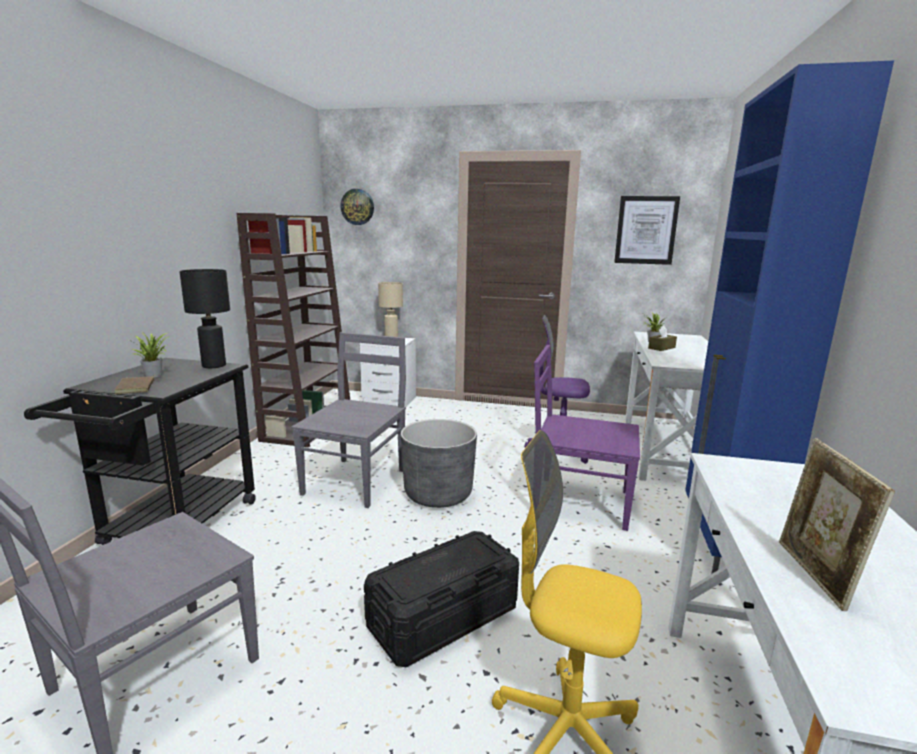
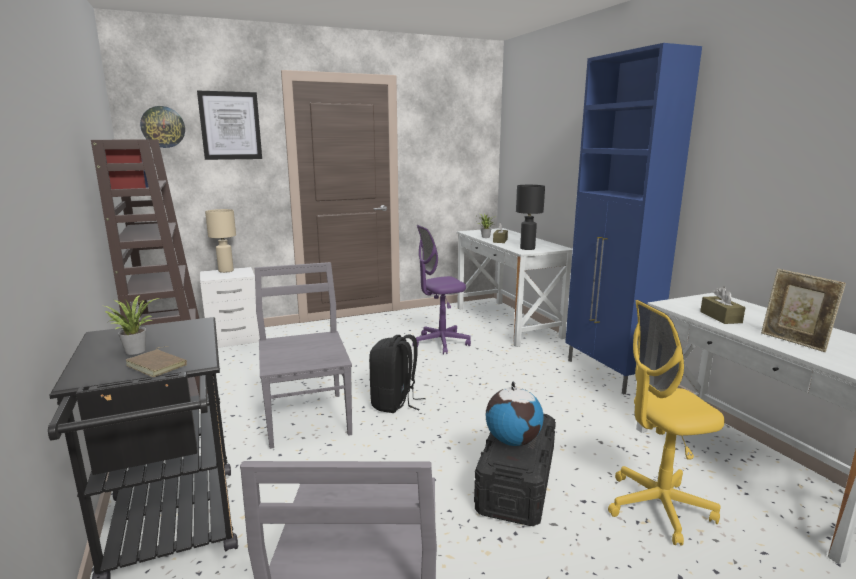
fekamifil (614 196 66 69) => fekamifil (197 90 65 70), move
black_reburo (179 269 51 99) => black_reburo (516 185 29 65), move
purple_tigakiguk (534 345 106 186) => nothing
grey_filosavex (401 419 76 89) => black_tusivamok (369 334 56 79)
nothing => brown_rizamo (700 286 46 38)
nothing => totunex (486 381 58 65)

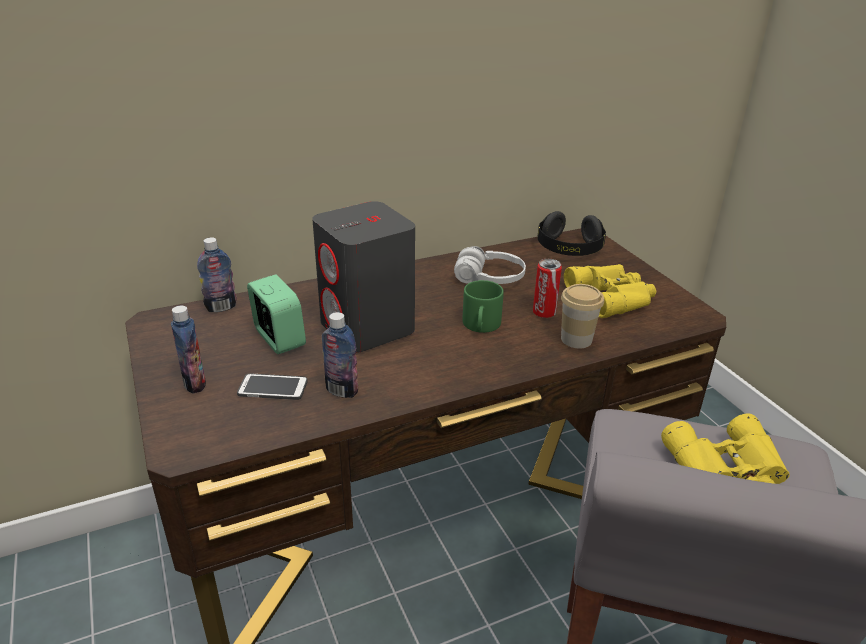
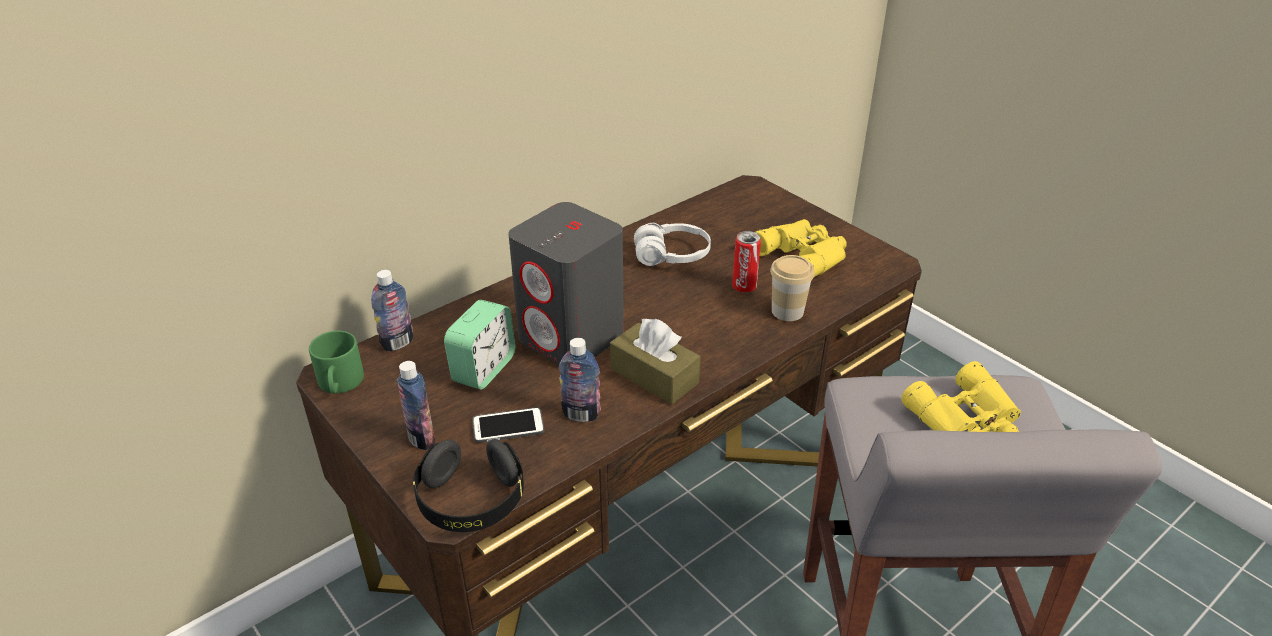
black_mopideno (537 211 69 45) => black_mopideno (413 439 111 93), move
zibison (247 274 59 80) => zibison (444 300 72 89), 75 degrees clockwise
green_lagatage (462 280 42 53) => green_lagatage (309 331 55 63), move
nothing => brown_rizamo (610 319 91 86)

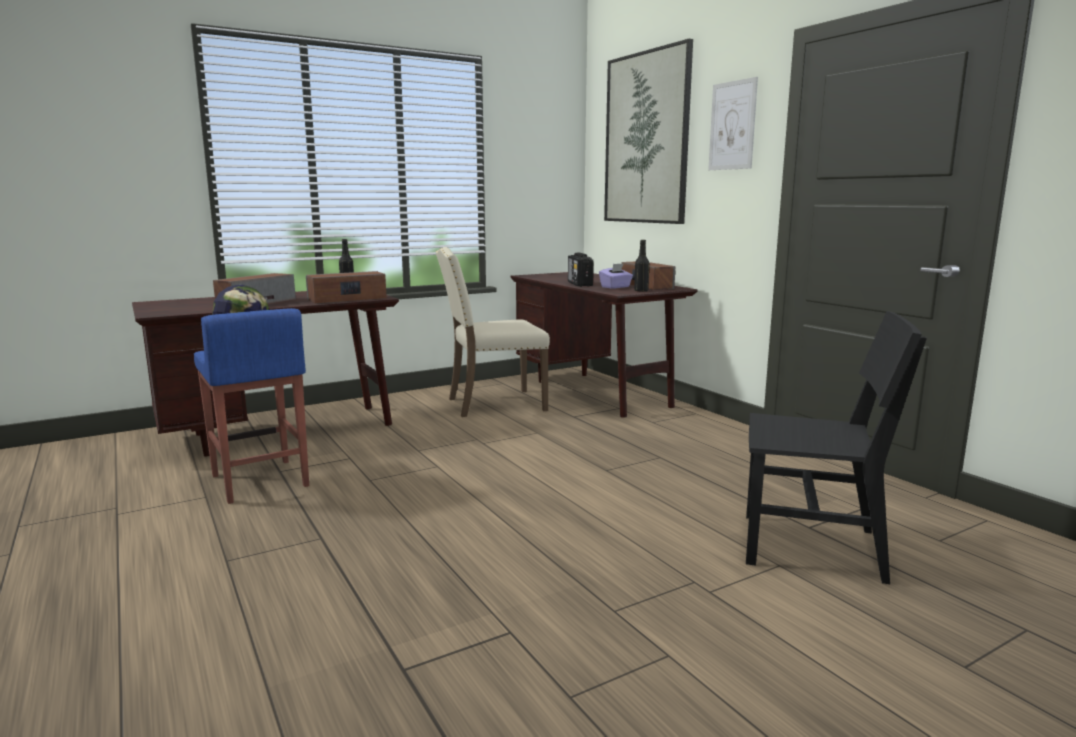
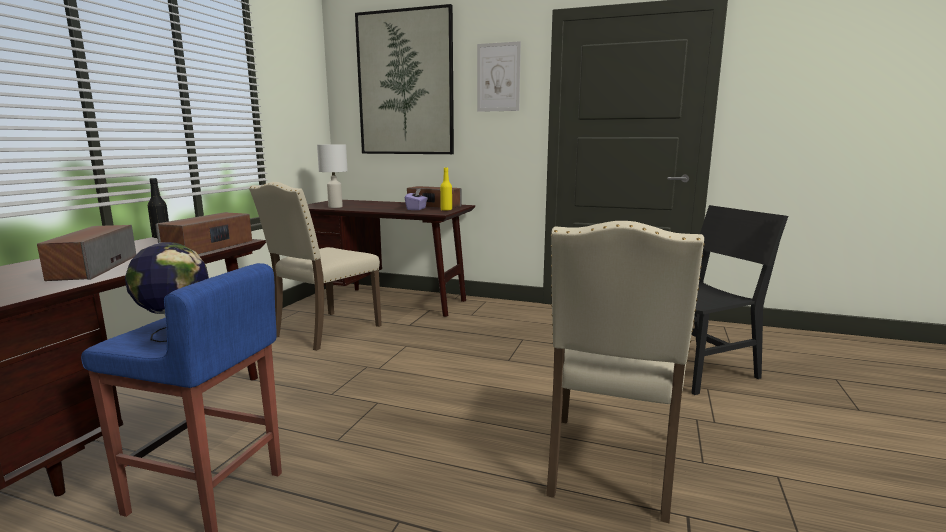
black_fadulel (634 240 15 52) => yellow_fadulel (440 167 12 44)
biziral (568 252 25 35) => nothing
nothing => white_reburo (317 144 31 64)
nothing => beige_tigakiguk (546 221 159 302)

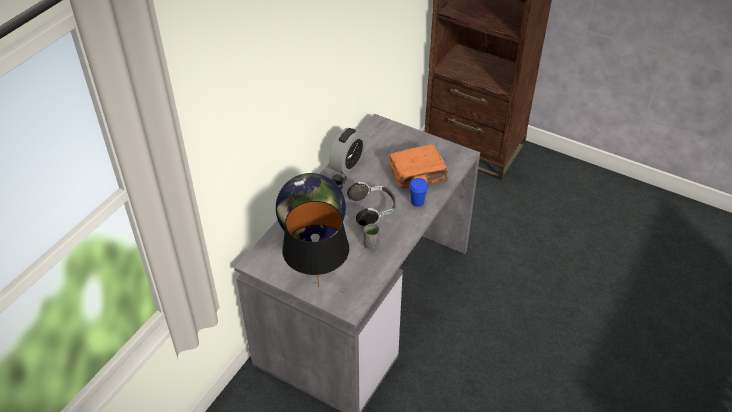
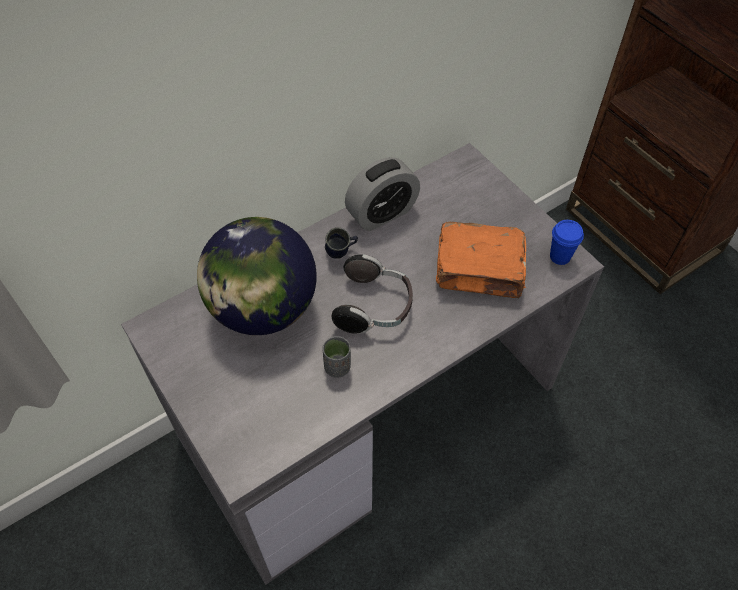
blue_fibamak (409 178 19 29) => blue_fibamak (550 220 34 45), move
black_reburo (282 201 67 87) => nothing

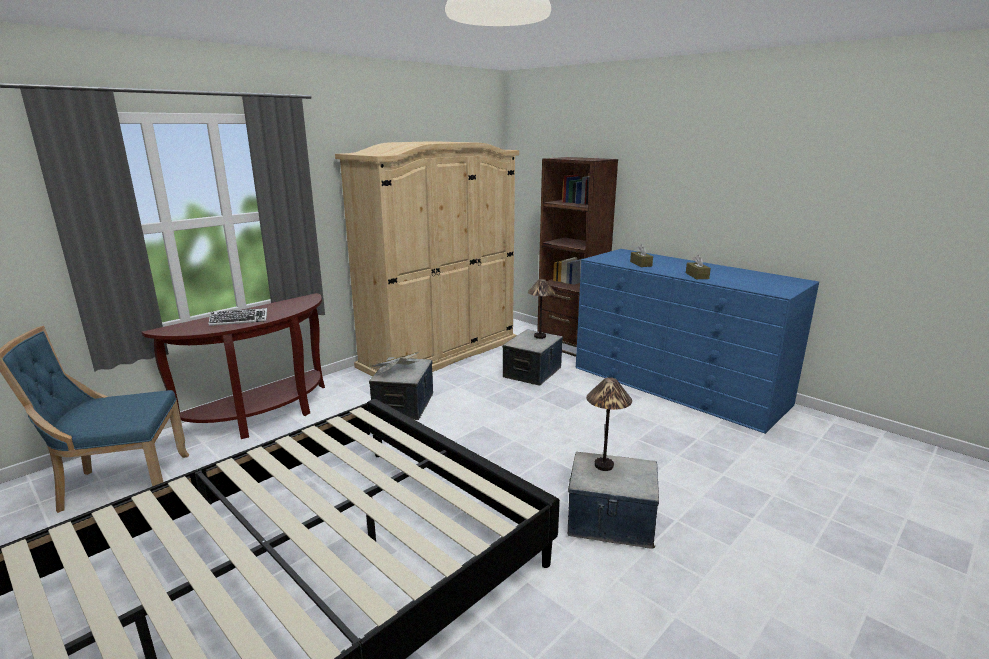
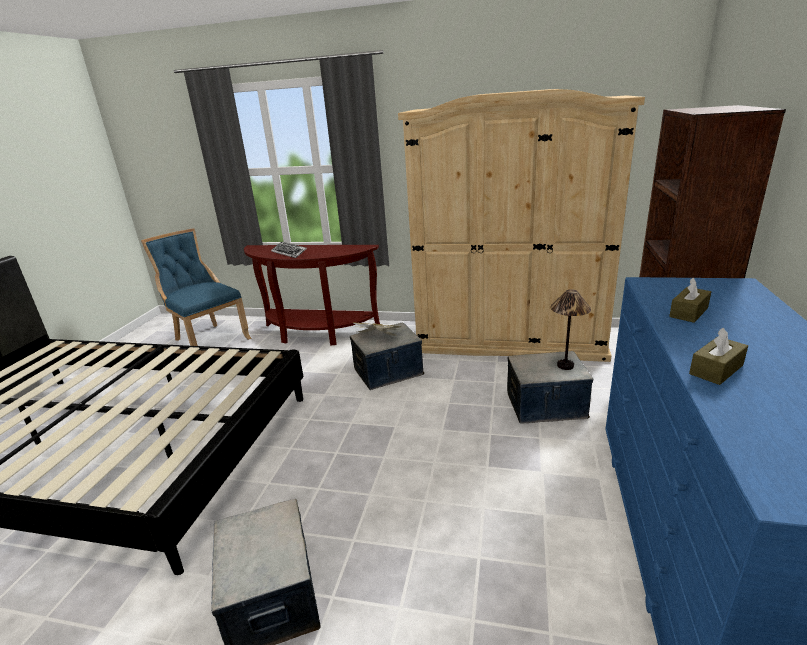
reburo (586 377 46 94) => nothing

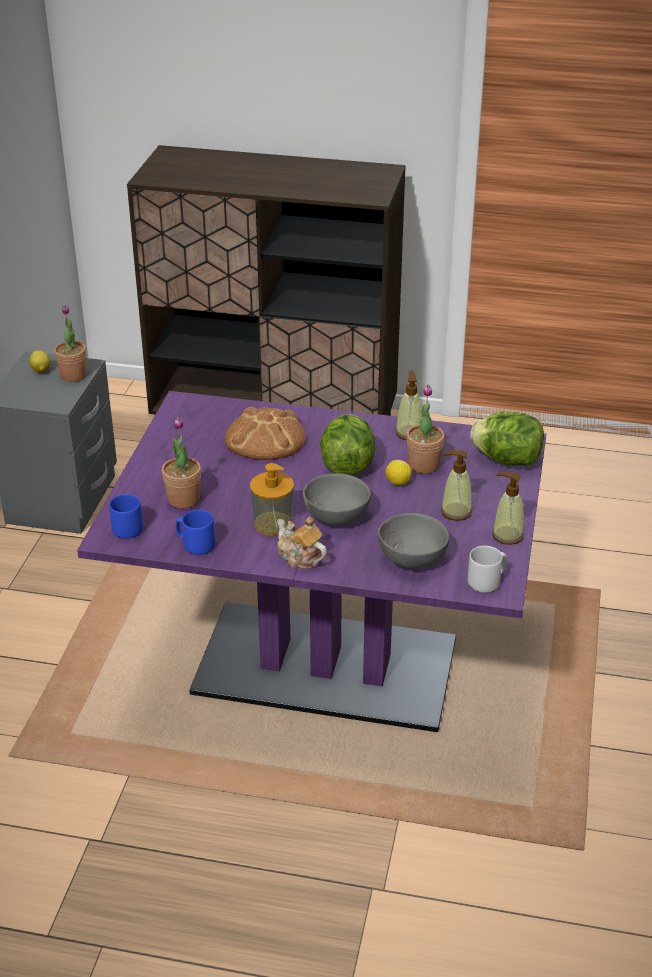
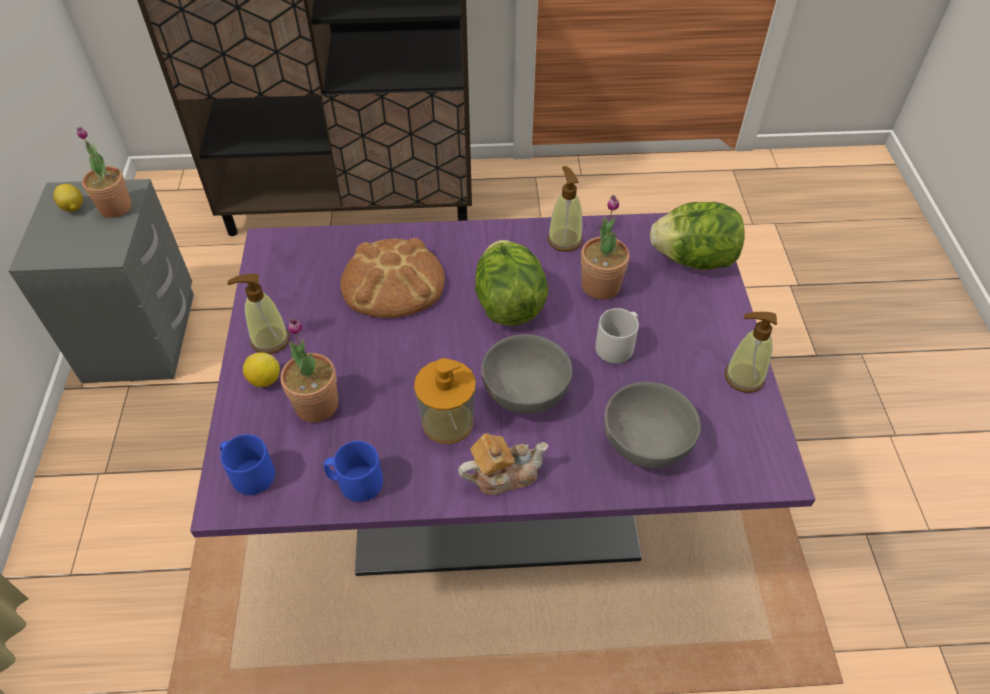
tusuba (441 450 31 71) => tusuba (228 274 62 80), move
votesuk (385 460 27 26) => votesuk (243 352 37 35), move
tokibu (277 517 50 52) => tokibu (458 434 90 61), 135 degrees clockwise
grey_lagatage (468 546 39 47) => grey_lagatage (595 308 44 56), move

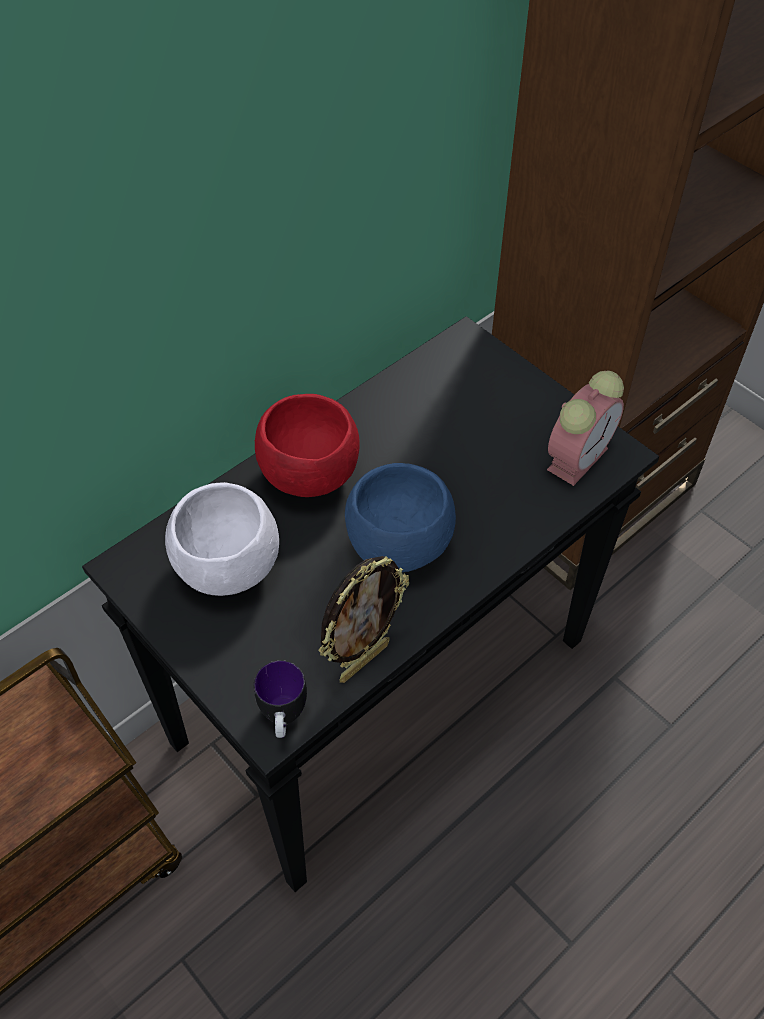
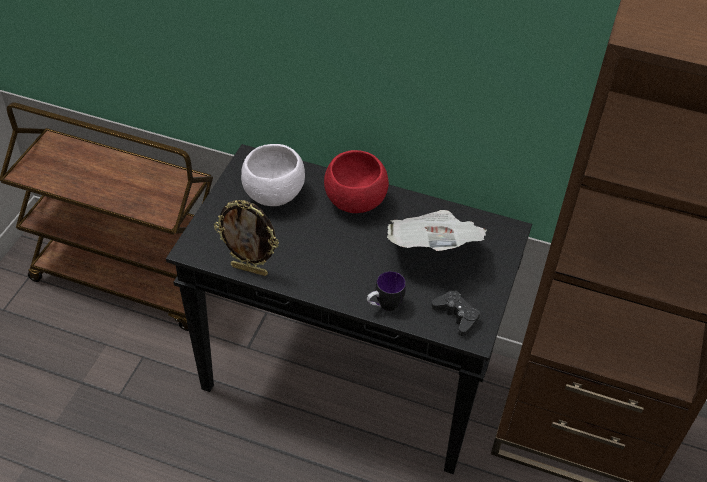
zibison (547 371 77 115) => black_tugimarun (431 291 49 45)
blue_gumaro (345 463 111 109) => nothing
lagatage (254 660 53 78) => lagatage (367 271 39 40), move
nothing => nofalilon (387 210 100 41)

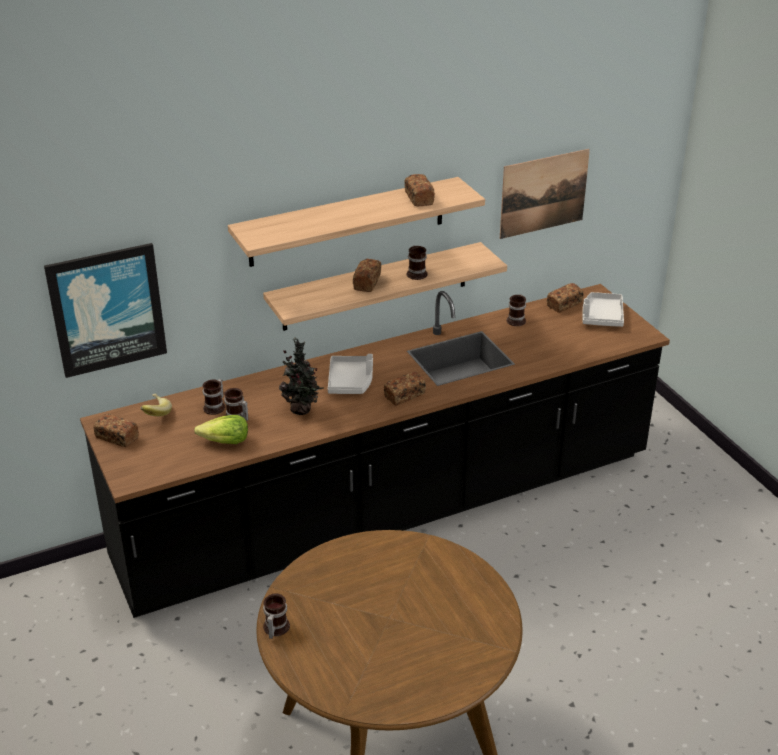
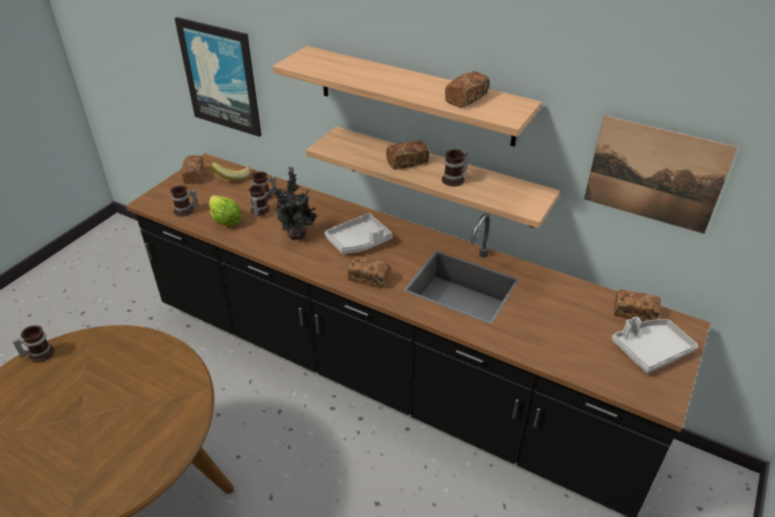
lagatage (506 294 20 32) => lagatage (170 186 29 31), move

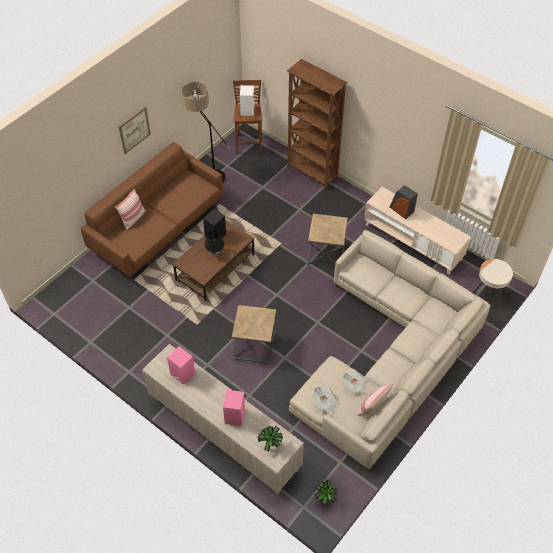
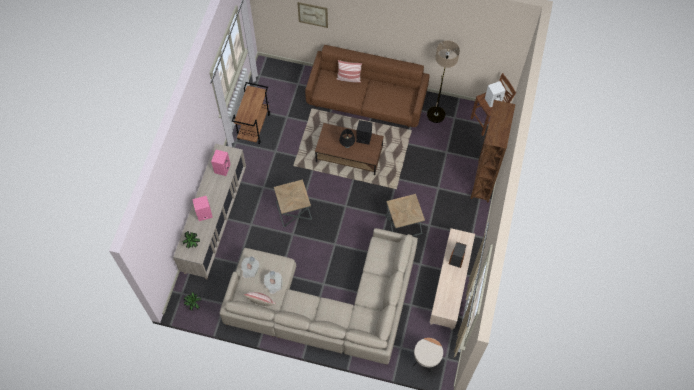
fekamifil (118 107 33 47) => fekamifil (297 2 31 26), move
nothing => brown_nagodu (232 82 38 62)

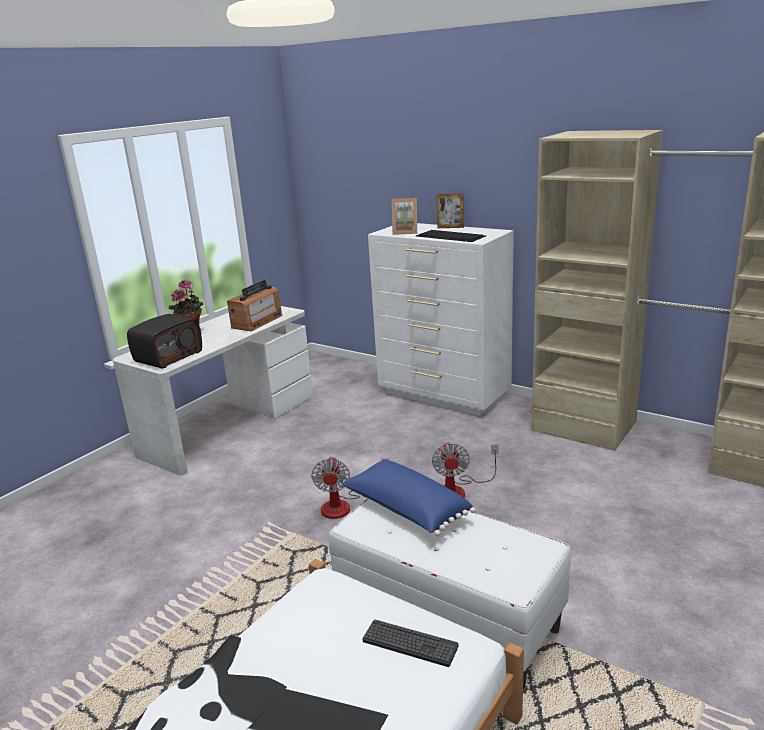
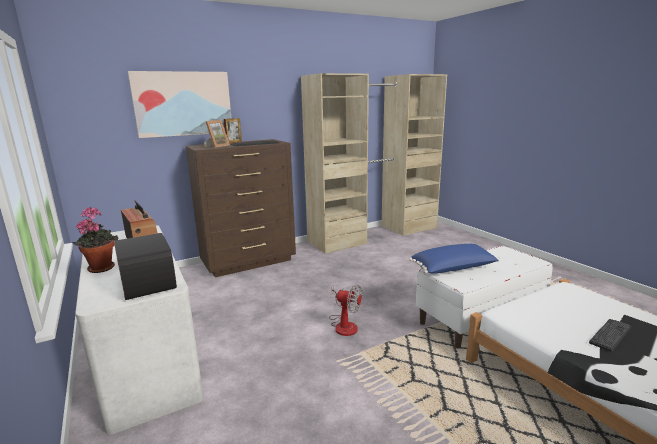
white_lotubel (368 223 146 193) => brown_lotubel (186 139 110 138)
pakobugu (432 442 66 56) => nothing
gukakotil (362 620 97 47) => gukakotil (589 319 42 33), move
nothing => fekamifil (128 71 103 67)

